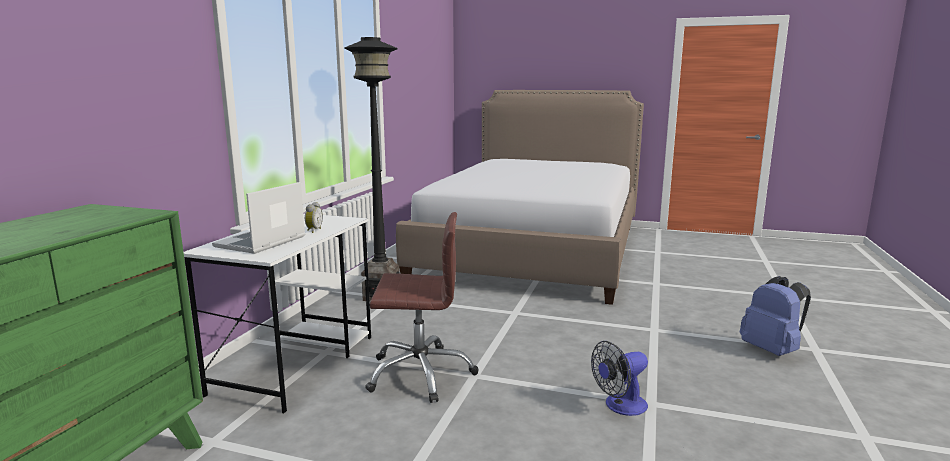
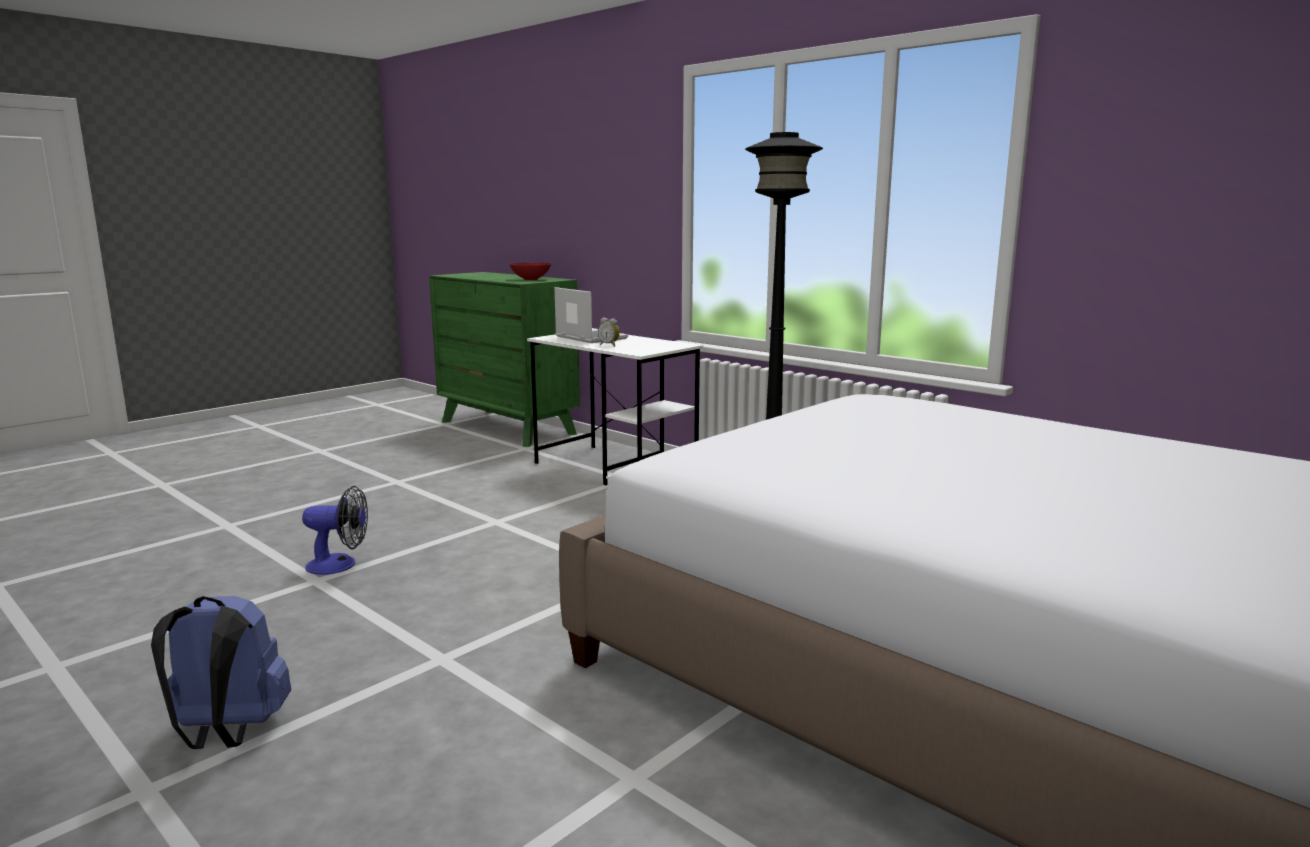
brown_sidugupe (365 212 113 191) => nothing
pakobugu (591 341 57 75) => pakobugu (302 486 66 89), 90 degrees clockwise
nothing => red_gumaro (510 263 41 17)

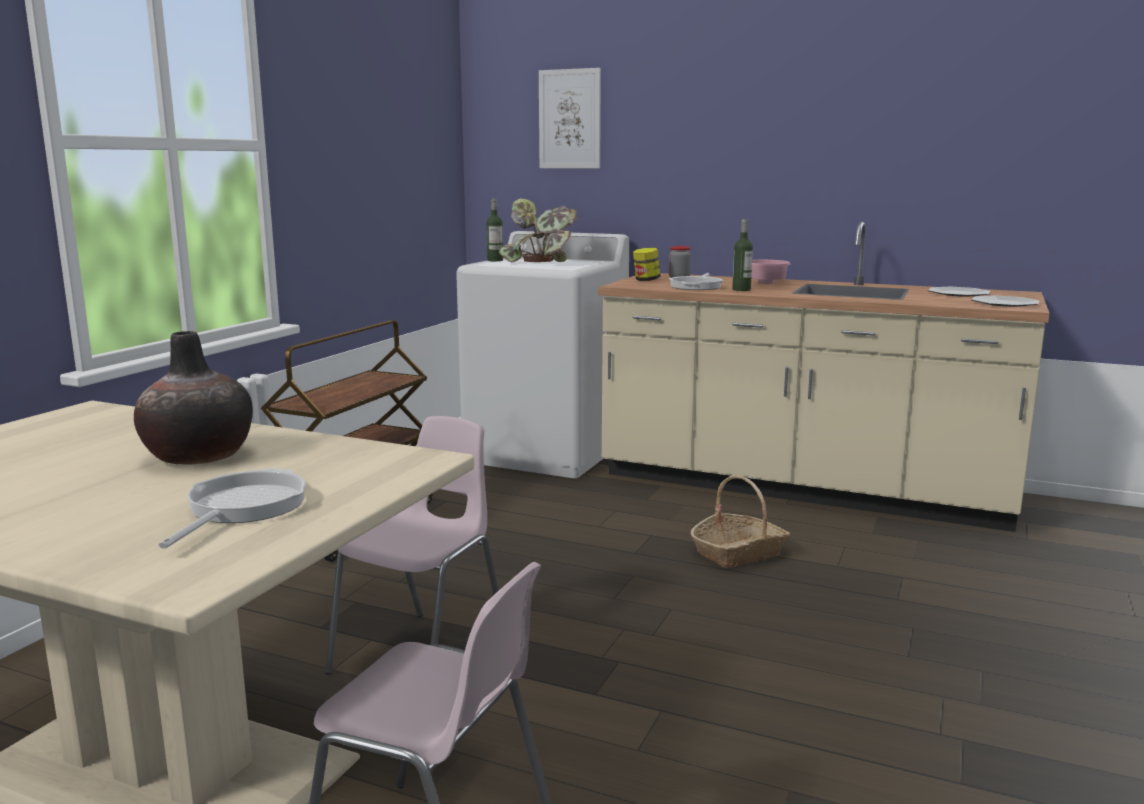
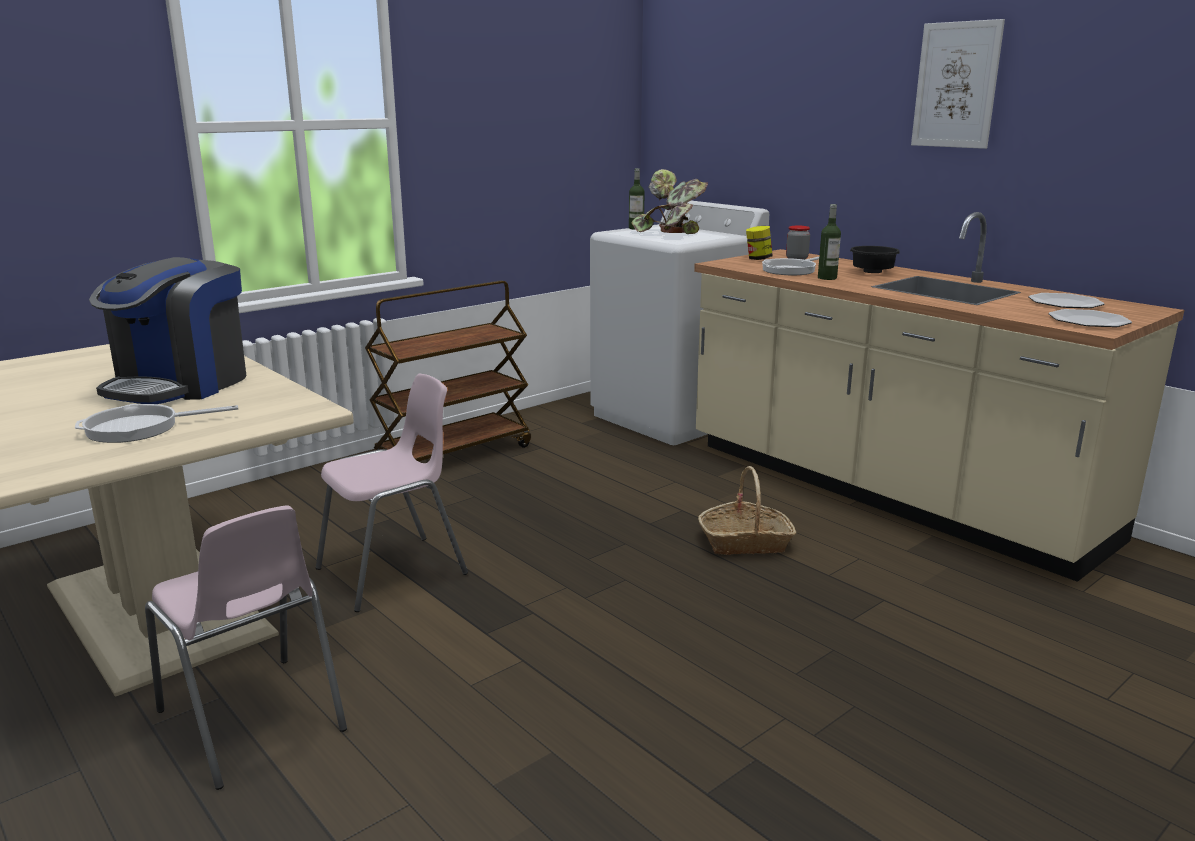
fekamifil (539 68 62 101) => fekamifil (911 19 94 130), move
pink_gumaro (751 260 39 24) => black_gumaro (850 246 50 27)
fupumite (134 331 119 134) => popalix (89 257 157 147)
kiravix (159 468 146 81) => kiravix (75 404 163 39), 150 degrees counterclockwise

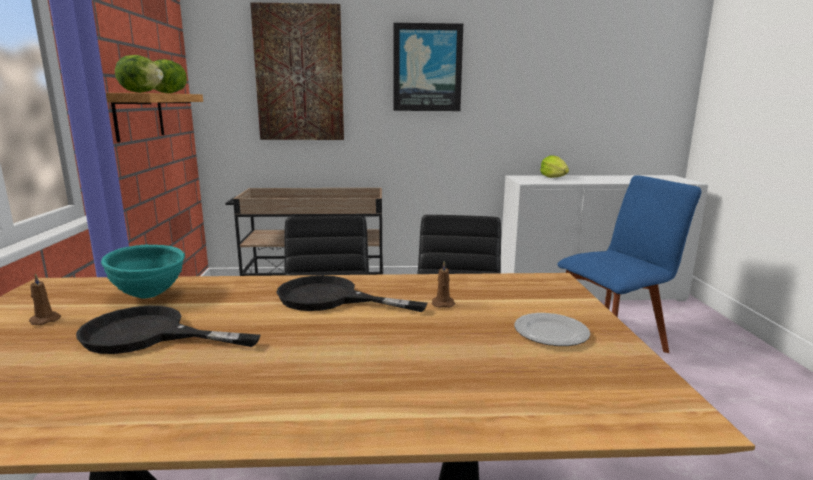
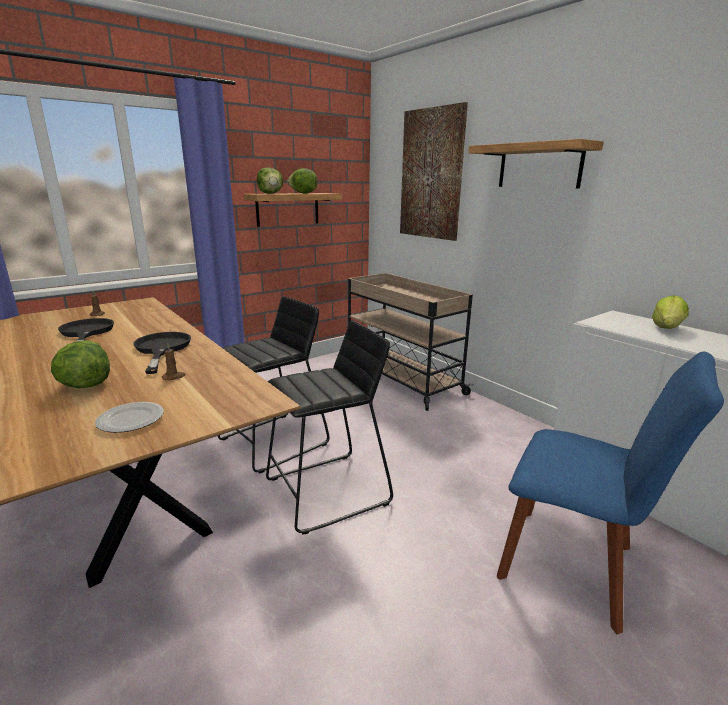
fekamifil (393 23 70 88) => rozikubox (468 139 136 50)
turquoise_gumaro (101 245 84 53) => nothing
nothing => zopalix (51 341 59 47)

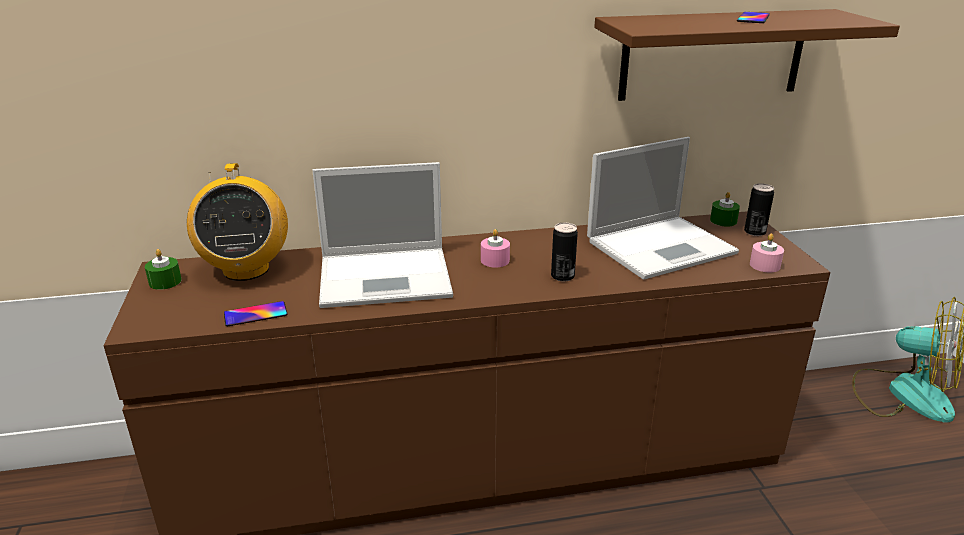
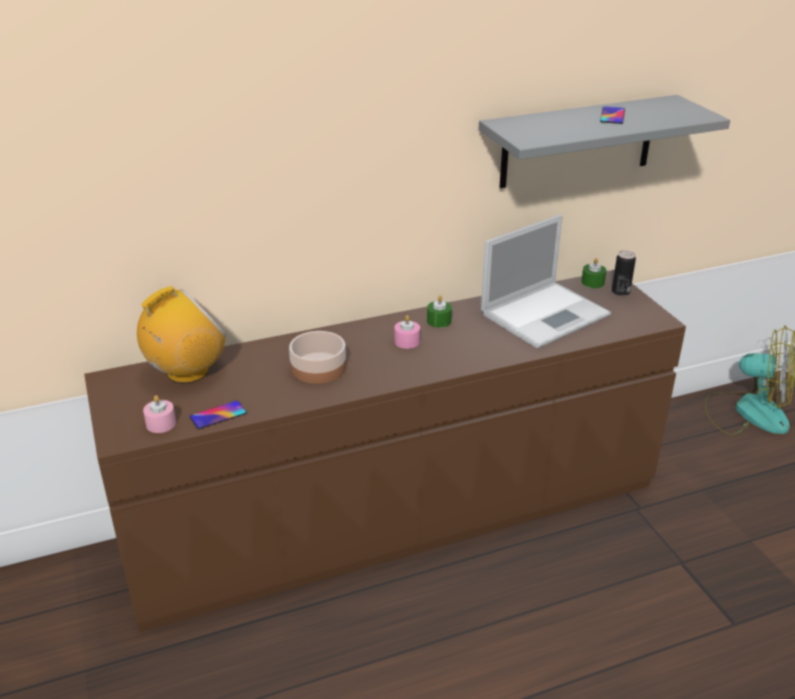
brown_rozikubox (595 9 305 92) => grey_rozikubox (479 95 251 93)
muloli (312 162 141 146) => gumaro (289 331 57 53)
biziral (187 163 101 118) => biziral (137 286 90 98), 105 degrees counterclockwise
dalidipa (551 223 27 59) => nothing
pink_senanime (750 233 34 39) => pink_senanime (143 395 33 38), move
green_senanime (145 249 37 41) => green_senanime (427 295 25 33), move

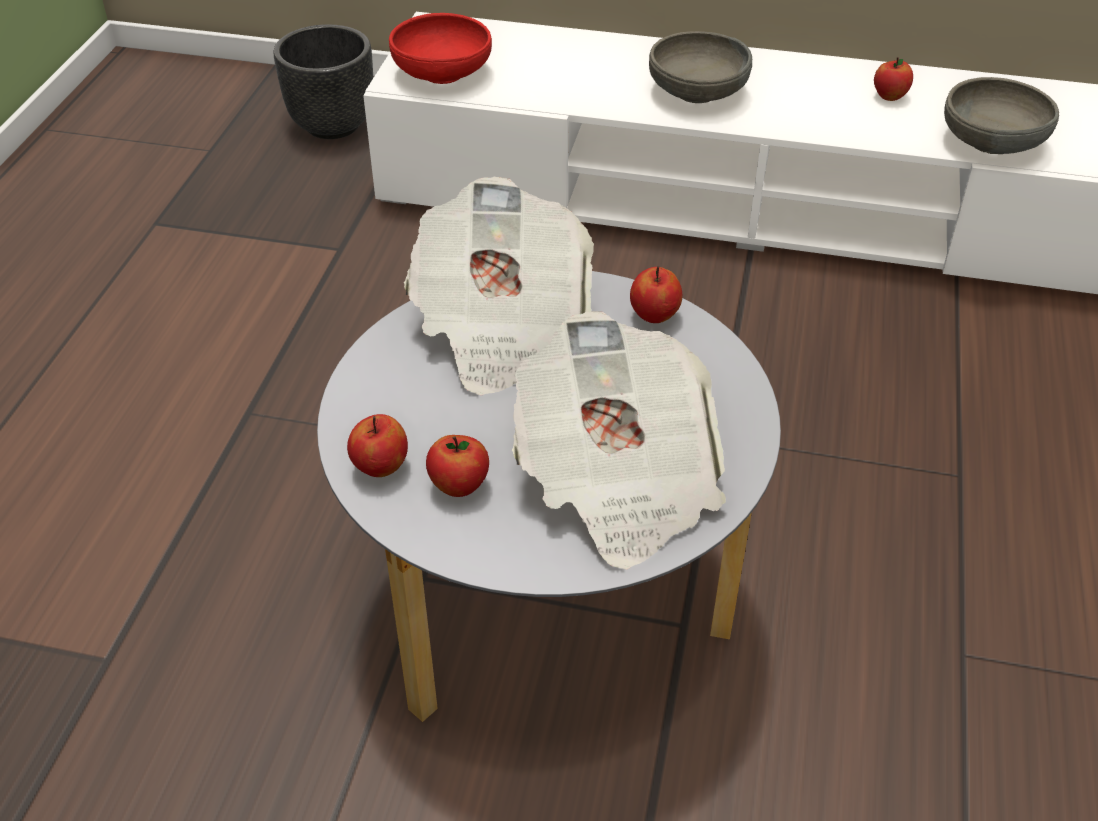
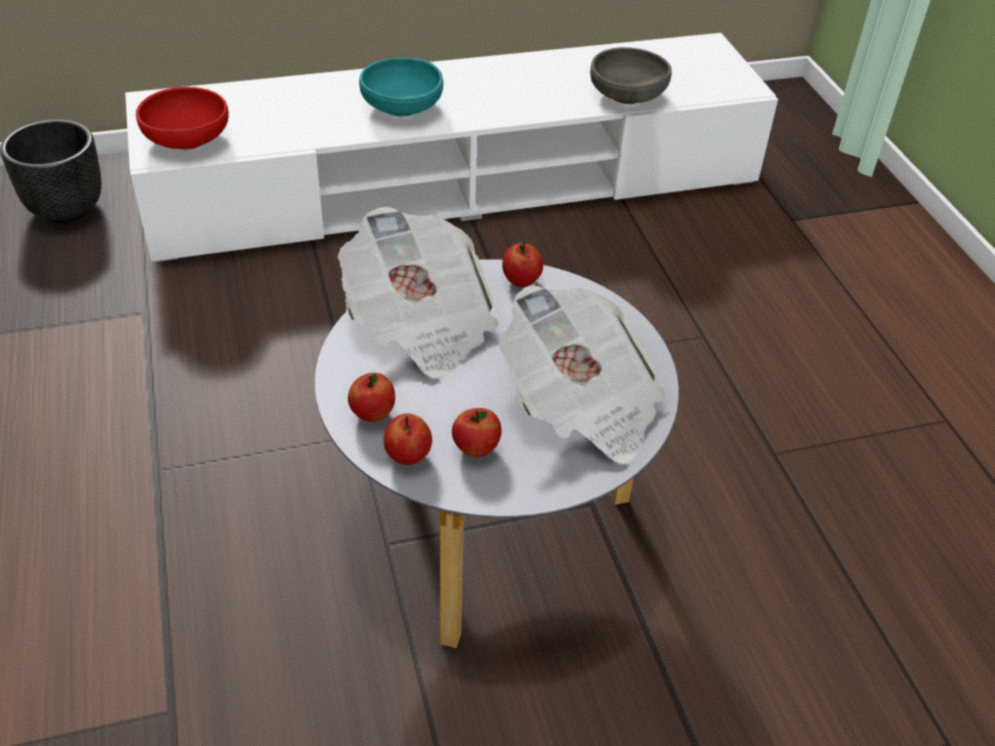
grey_gumaro (649 31 103 72) => turquoise_gumaro (359 58 84 59)
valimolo (874 57 39 44) => valimolo (348 373 47 49), move

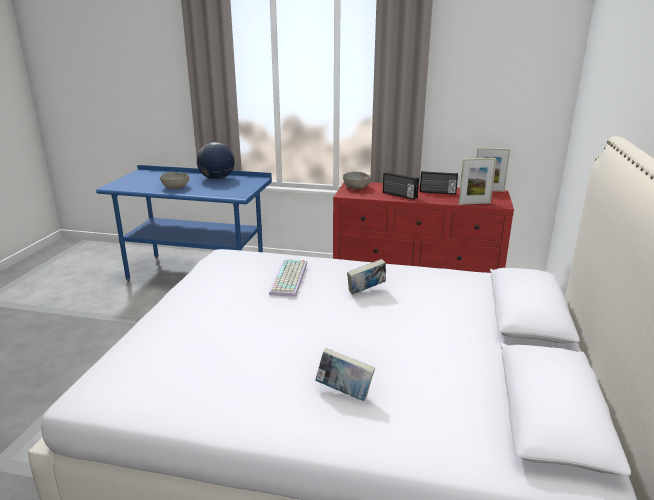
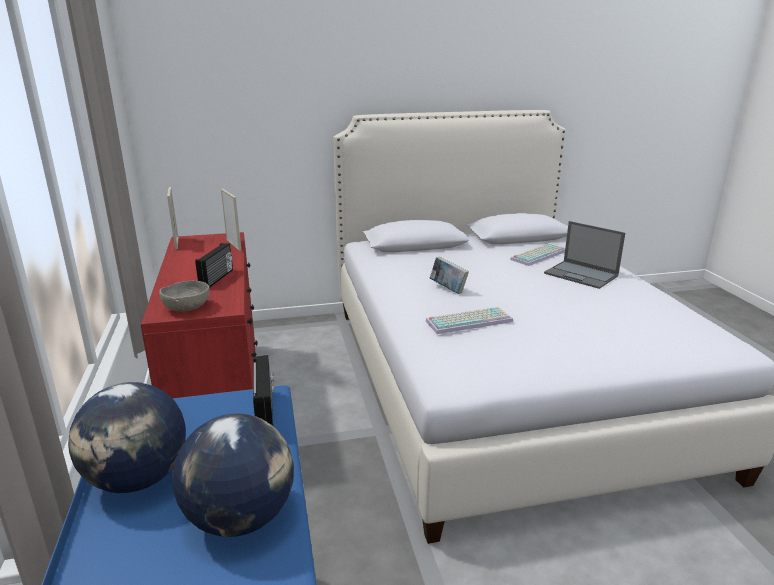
biziral (420 171 38 24) => biziral (253 355 21 70), move
grey_gumaro (160 172 29 17) => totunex (172 413 122 124)
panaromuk (315 348 60 53) => muloli (544 221 81 68)
nothing => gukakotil (510 243 55 23)

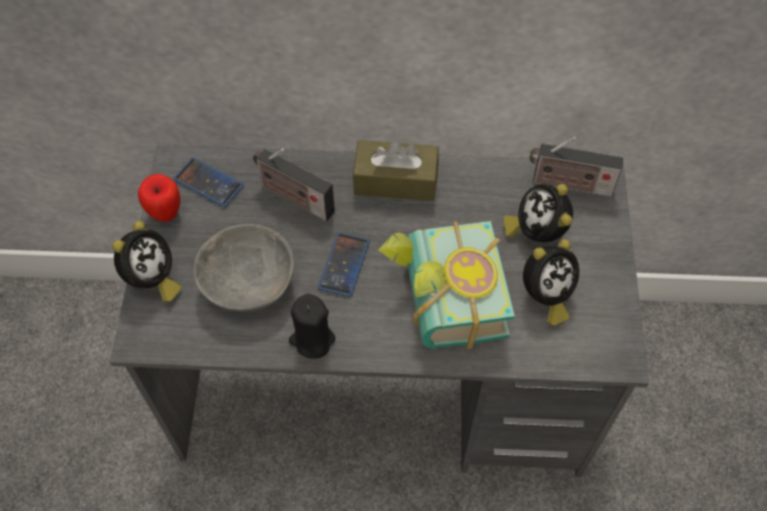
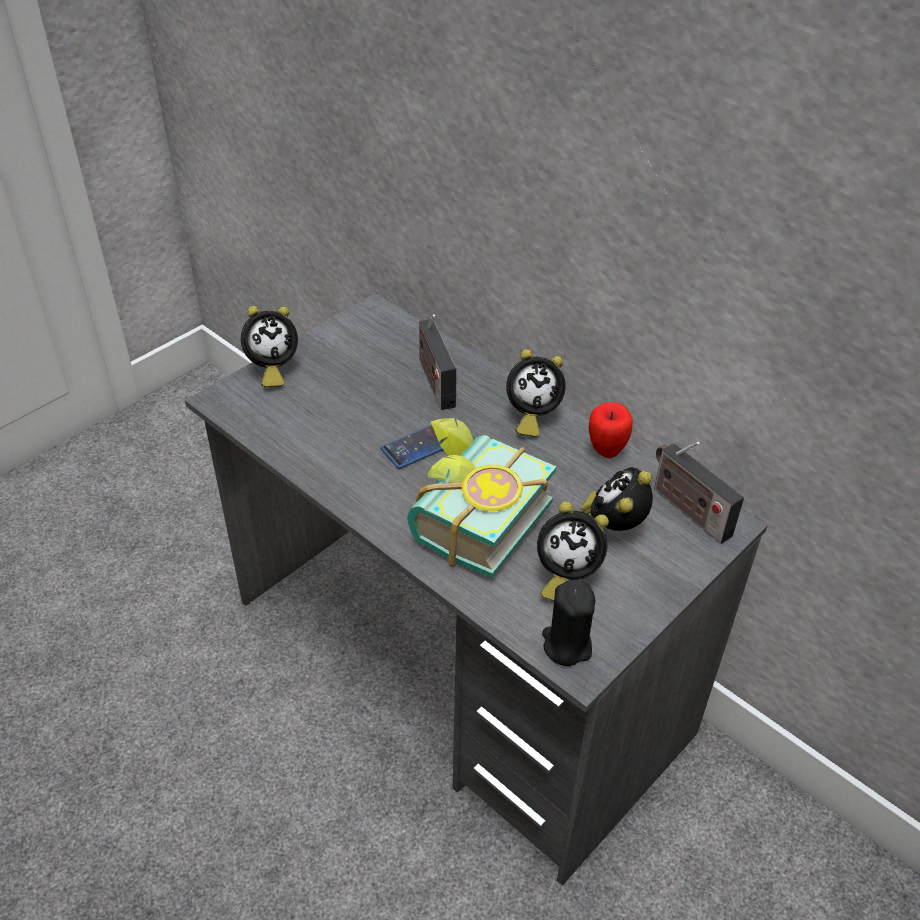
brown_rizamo (353 140 86 61) => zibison (506 349 60 88)
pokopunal (173 158 71 49) => nothing
valimolo (138 174 42 48) => valimolo (589 402 44 56), move
grey_gumaro (193 224 101 87) => nothing
black_senanime (289 294 47 65) => black_senanime (542 580 53 86), move

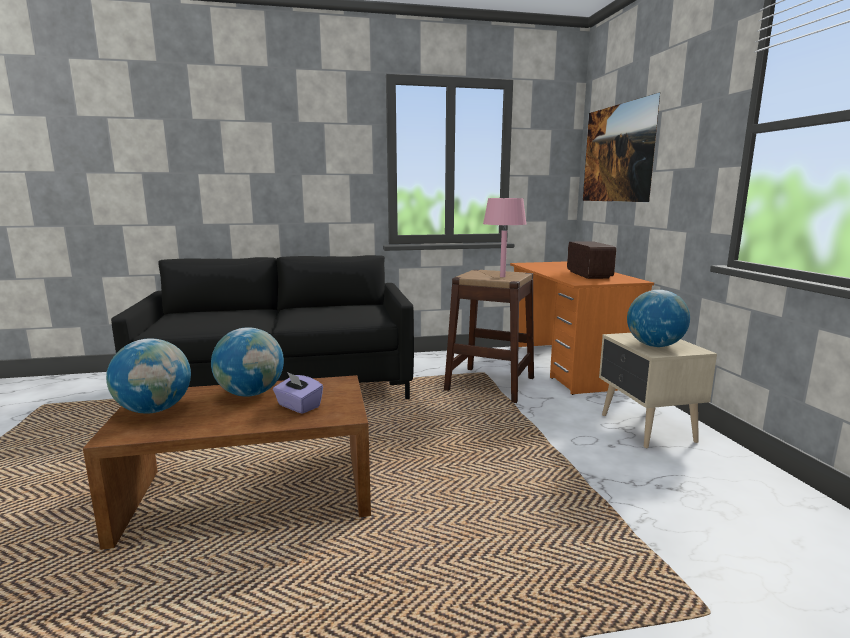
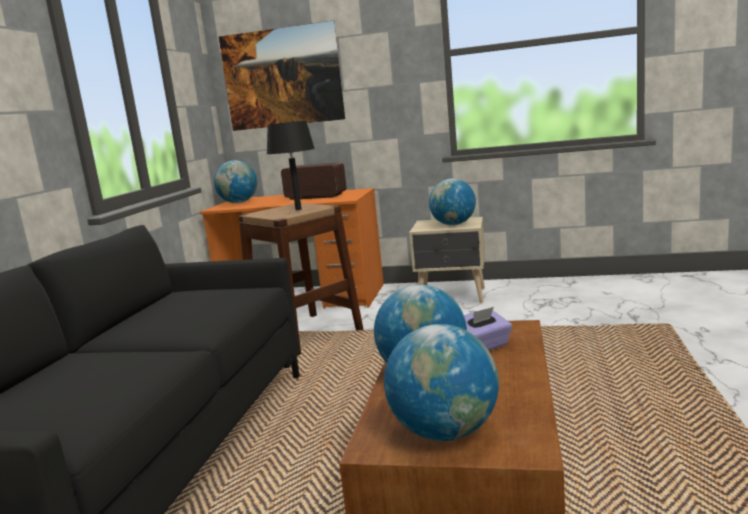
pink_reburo (483 198 43 79) => black_reburo (267 121 48 89)
nothing => totunex (214 160 43 43)

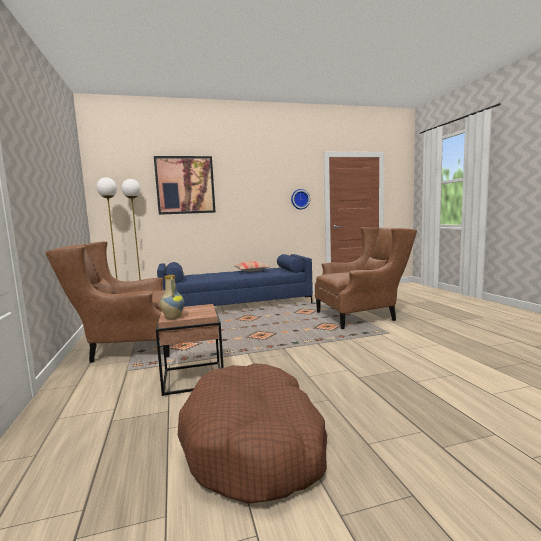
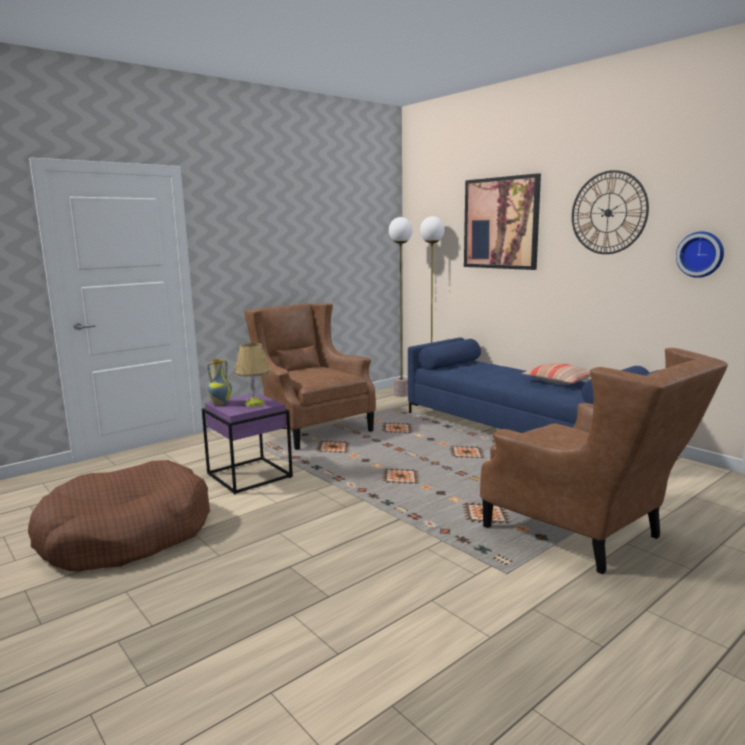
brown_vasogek (156 304 68 92) => purple_vasogek (202 393 91 101)
nothing => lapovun (572 170 77 84)
nothing => reburo (234 343 37 64)

